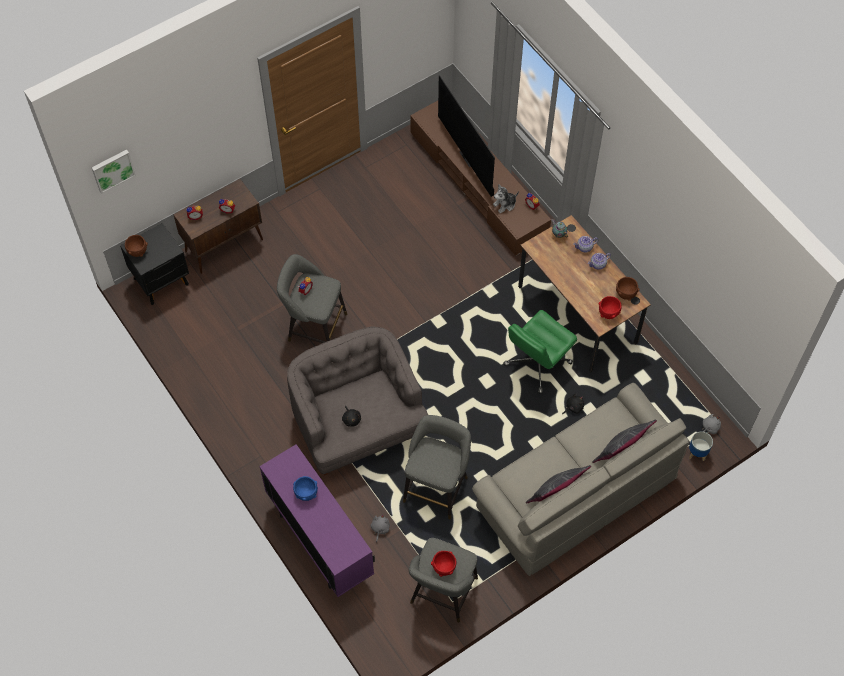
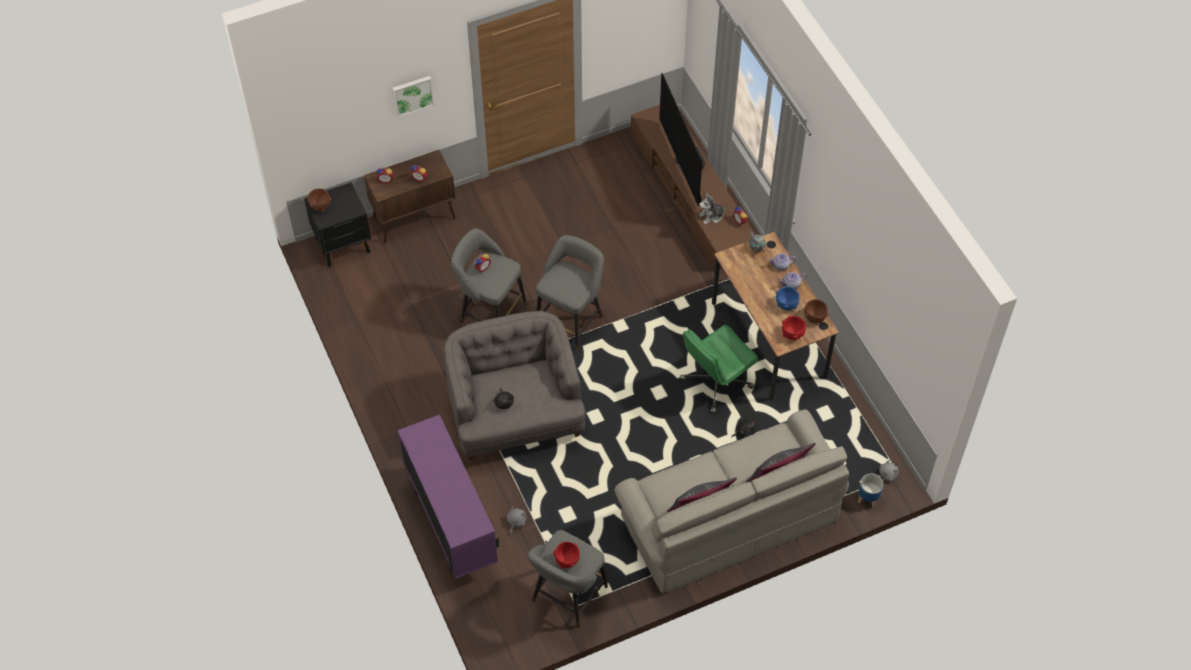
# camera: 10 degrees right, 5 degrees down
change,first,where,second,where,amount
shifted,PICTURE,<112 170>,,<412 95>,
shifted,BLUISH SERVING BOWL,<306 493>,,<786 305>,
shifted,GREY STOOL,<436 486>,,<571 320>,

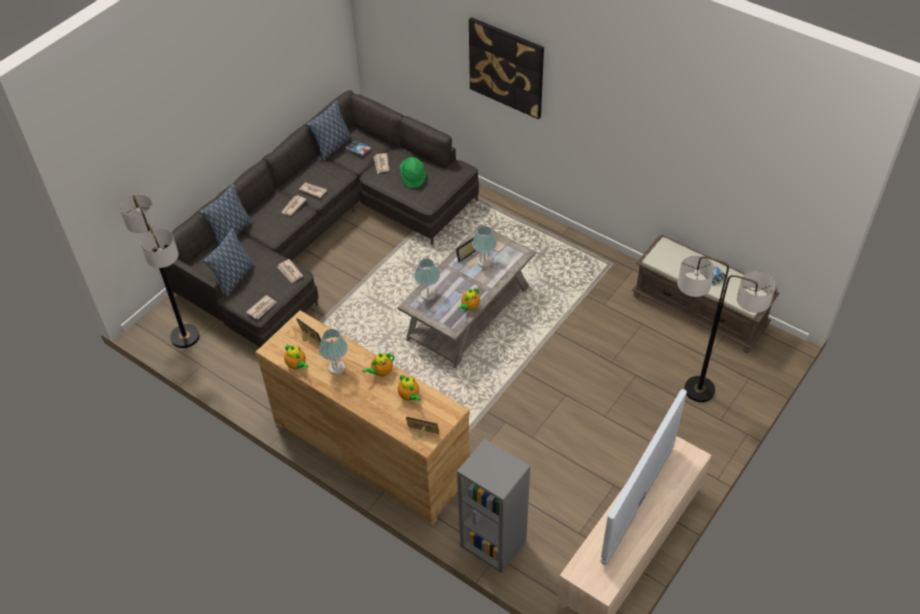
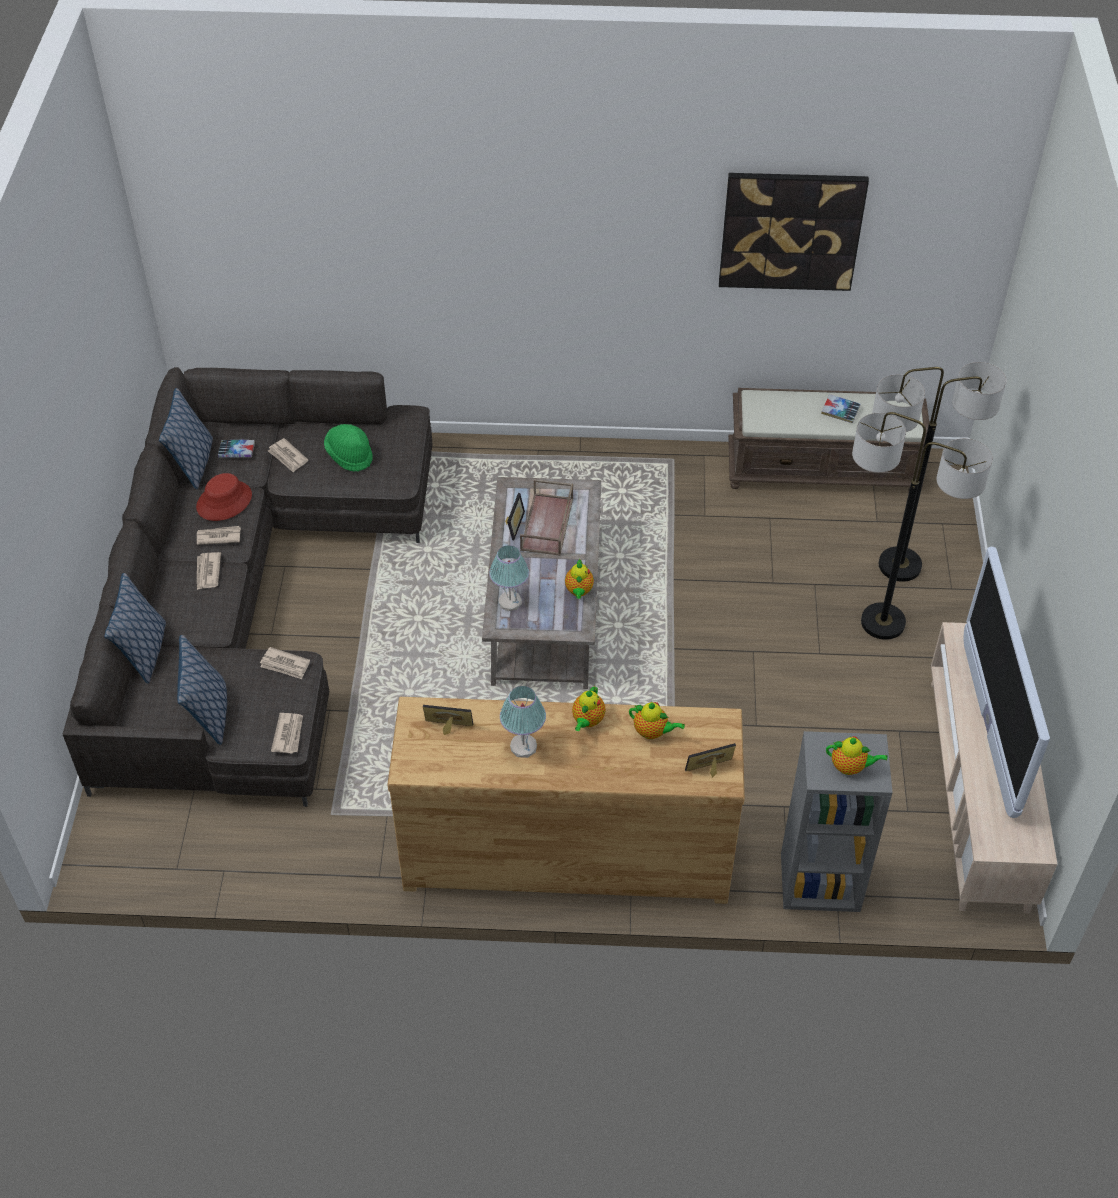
# camera: 35 degrees left, 0 degrees up
change,first,where,second,where,amount
shifted,STANDARD LAMP,<185 337>,,<883 622>,
shifted,TEA POT,<297 365>,,<850 767>,
shifted,PICTURE,<506 67>,,<791 230>,
swapped,TABLETOP LAMP,<484 263>,BROWN SERVING TRAY,<547 525>,
new,,,REDDISH WEARABLE HAT,<224 501>,

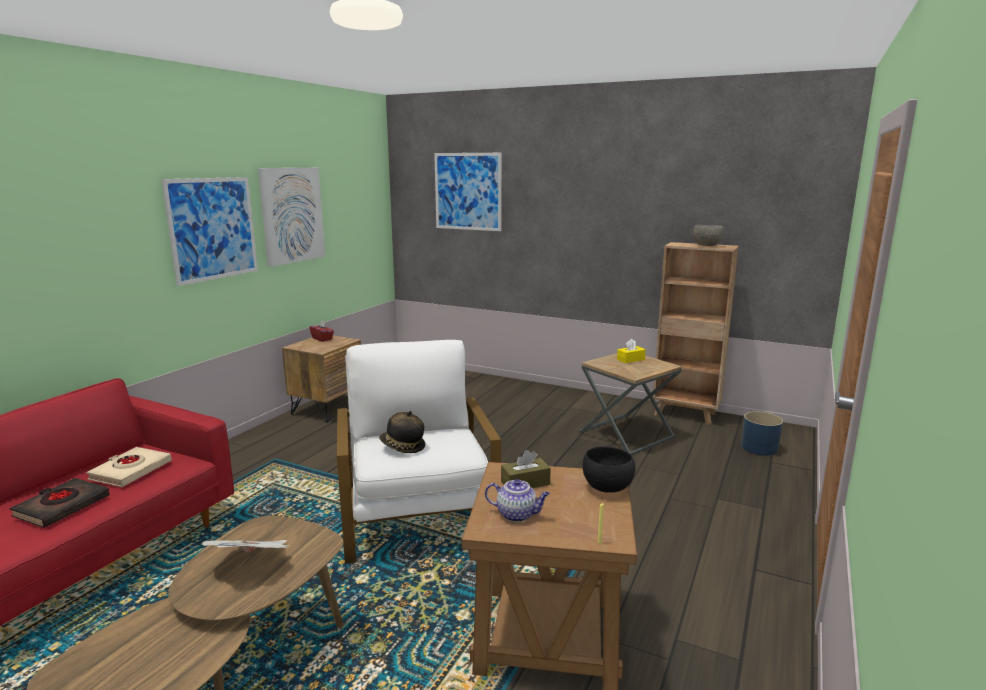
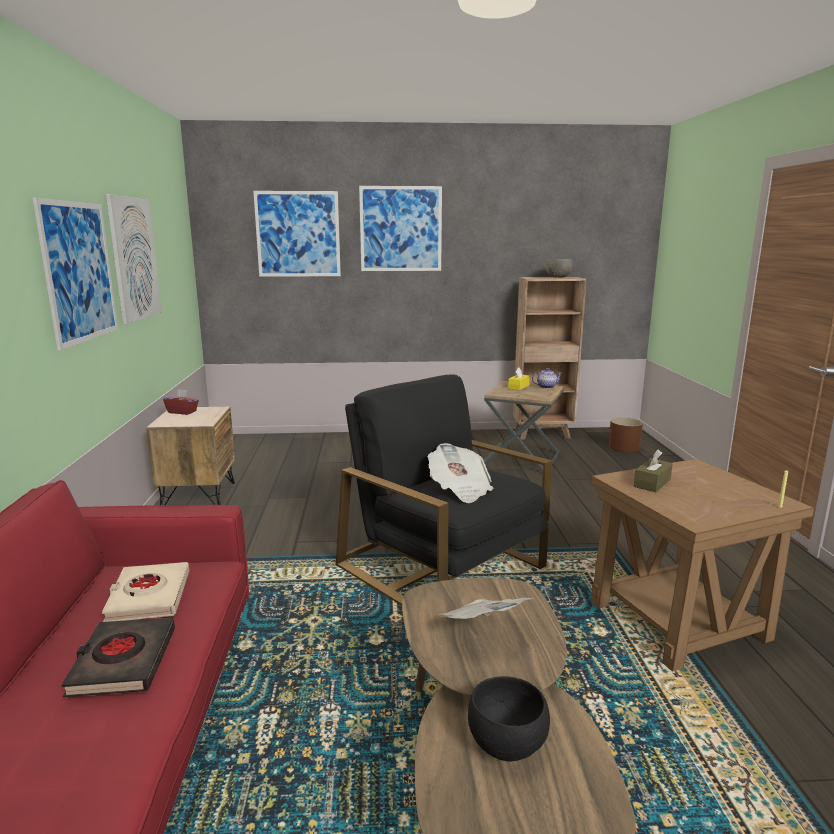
# camera: 30 degrees left, 0 degrees up
change,first,where,second,where,amount
repainted,WHITISH LOUNGE CHAIR,<418 515>,BLACKISH LOUNGE CHAIR,<443 566>,
swapped,WEARABLE HAT,<402 447>,NEWSPAPER,<460 489>,
shifted,TEA POT,<517 514>,,<546 387>,
shifted,BLACKISH SERVING BOWL,<608 488>,,<508 745>,
repainted,BLUISH PLANTER,<759 448>,BROWN PLANTER,<623 448>,
new,,,PICTURE,<401 229>,

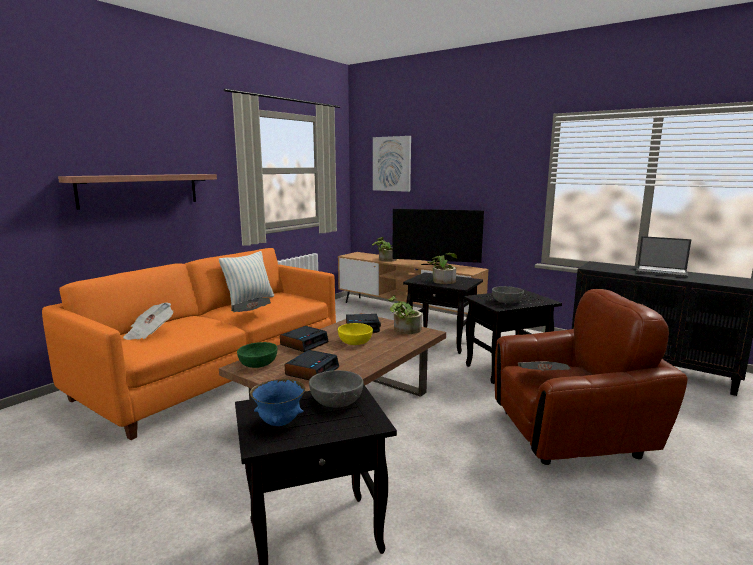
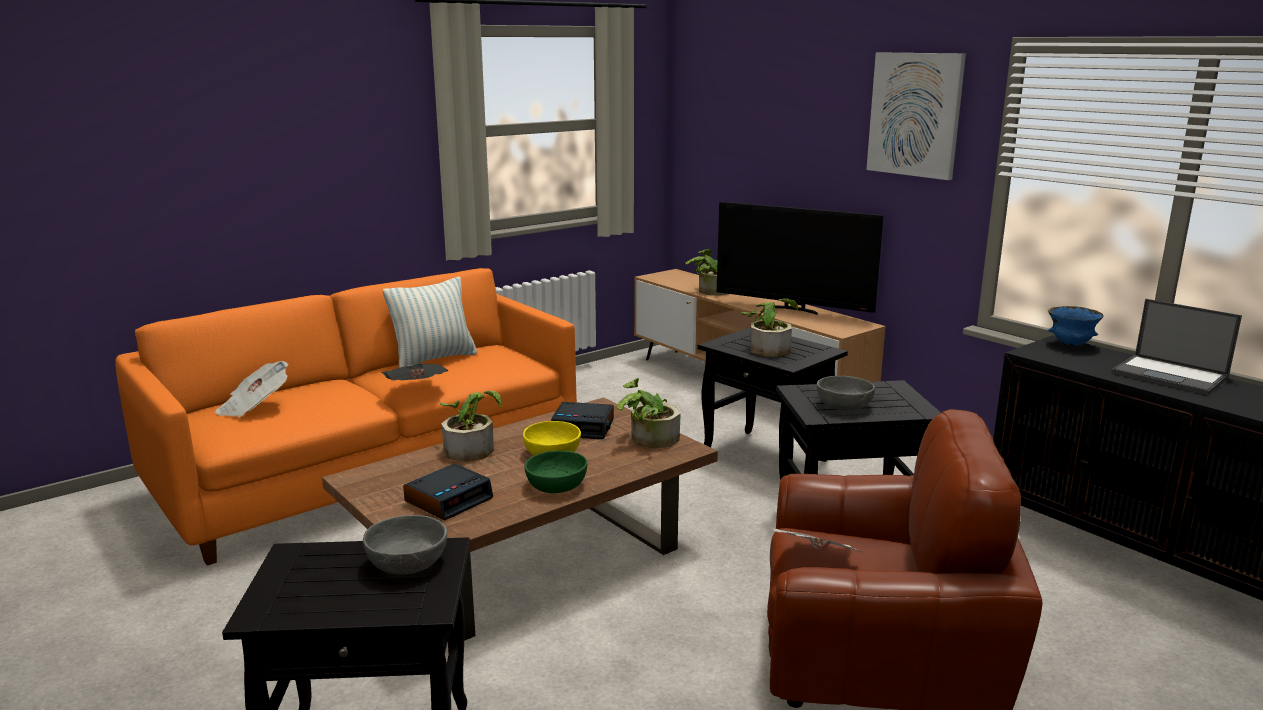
# camera: 15 degrees right, 5 degrees up
change,first,where,second,where,amount
gone,WALL SHELF,<140 190>,,,
shifted,GREEN SERVING BOWL,<258 363>,,<556 486>,
shifted,BLUISH SERVING BOWL,<279 423>,,<1070 344>,
swapped,BEDSIDE CLOCK,<304 343>,PLANT IN A POT,<472 448>,
shifted,PICTURE,<392 164>,,<915 114>,

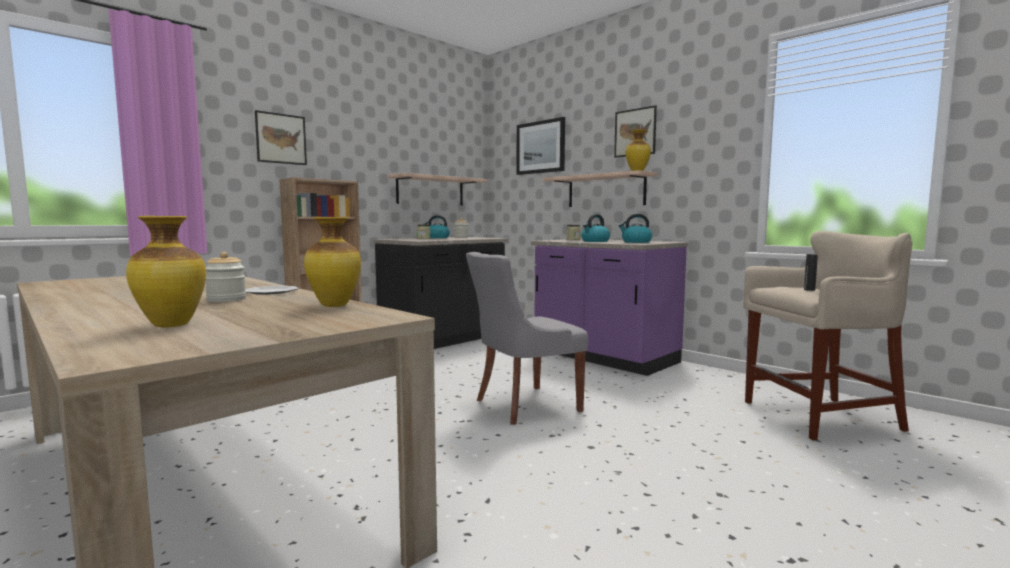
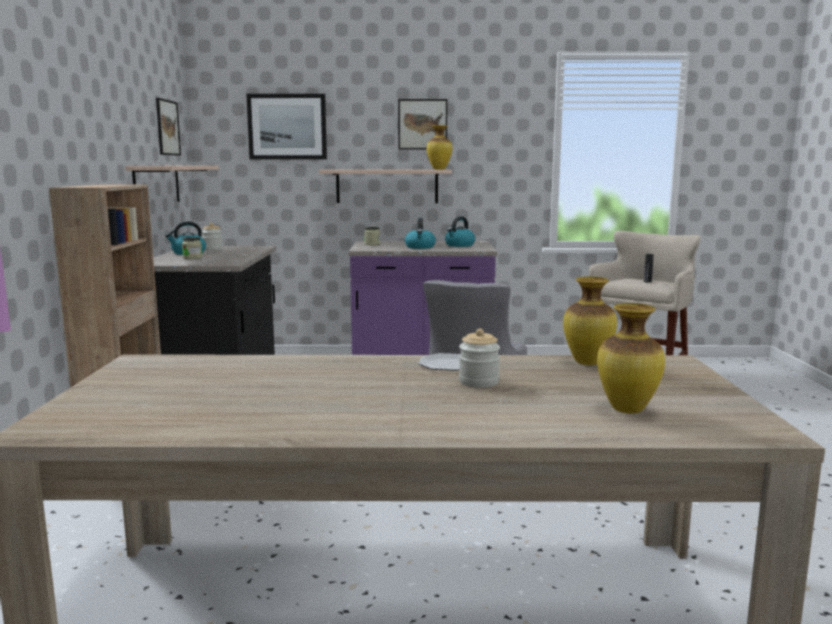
# camera: 45 degrees left, 5 degrees up
change,first,where,second,where,amount
shifted,PICTURE,<281 138>,,<167 127>,

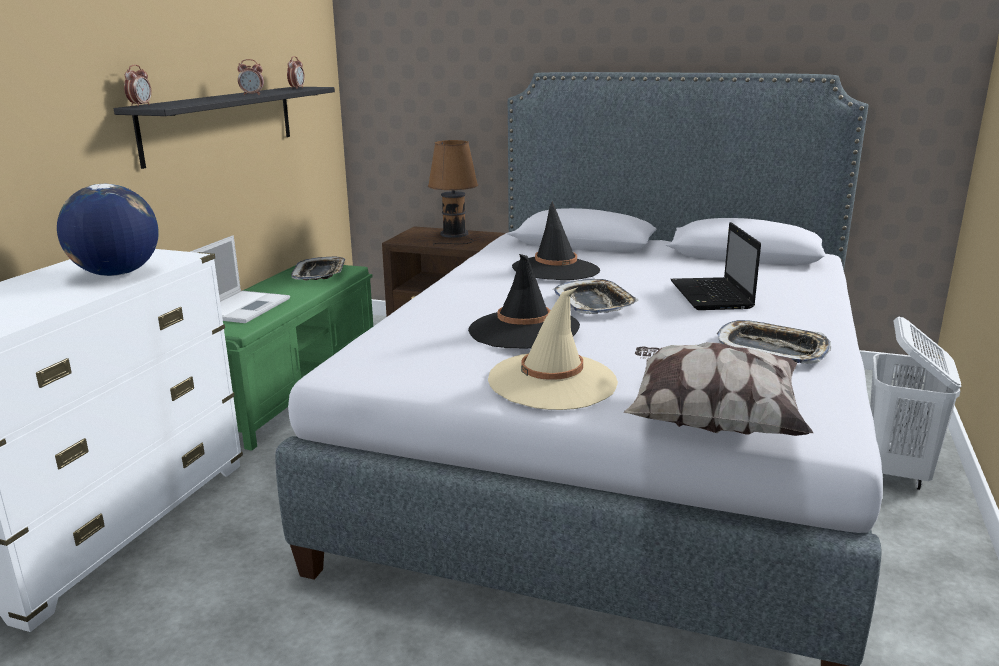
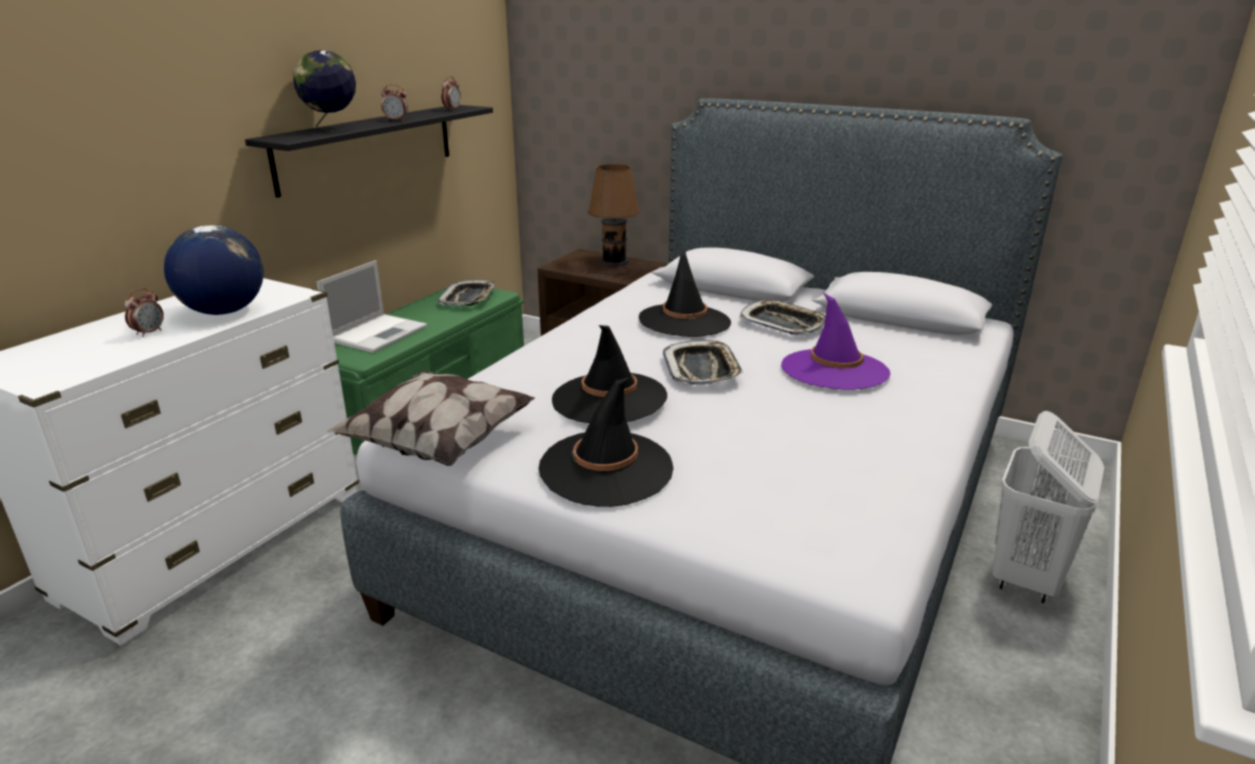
# camera: 10 degrees right, 5 degrees up
change,first,where,second,where,amount
shifted,BEDSIDE CLOCK,<140 105>,,<149 333>,
repainted,BEIGE-COLOURED WEARABLE HAT,<552 381>,BLACKISH WEARABLE HAT,<606 468>,
shifted,THROW PILLOW,<710 420>,,<439 443>,
swapped,LAPTOP,<712 296>,PURPLE WEARABLE HAT,<834 370>,
shifted,SERVING TRAY,<771 349>,,<783 324>,
new,,,DESK GLOBE,<332 129>,

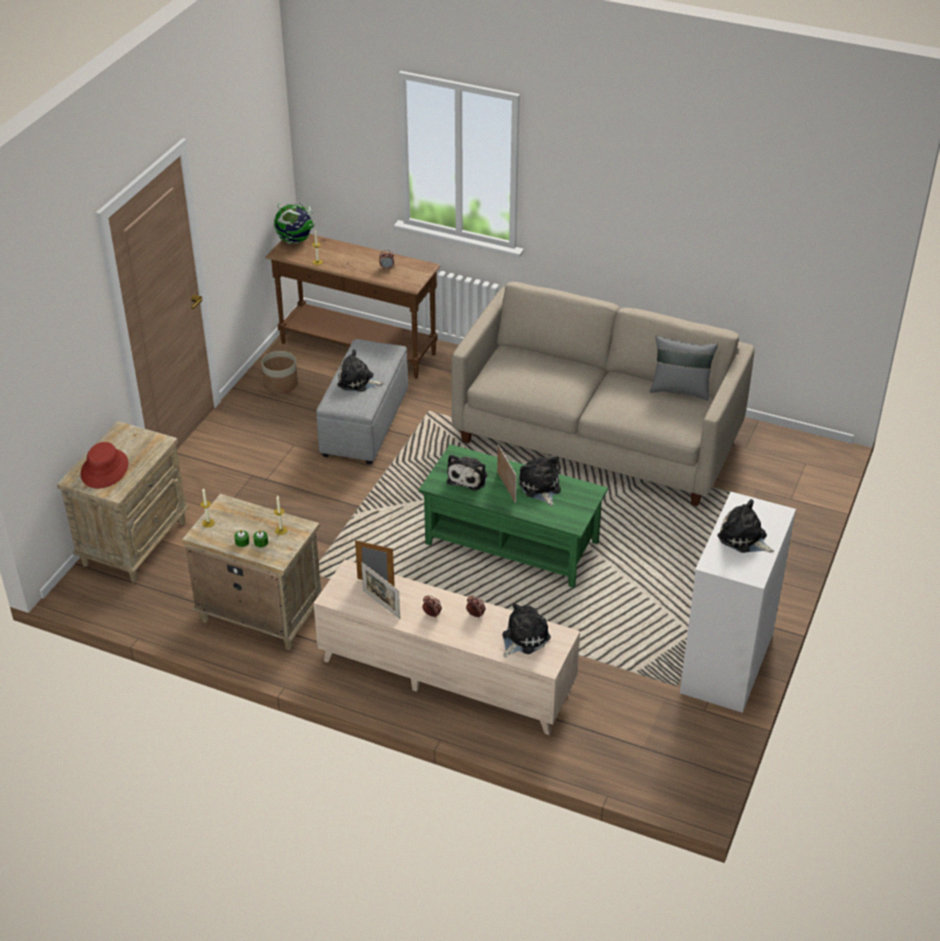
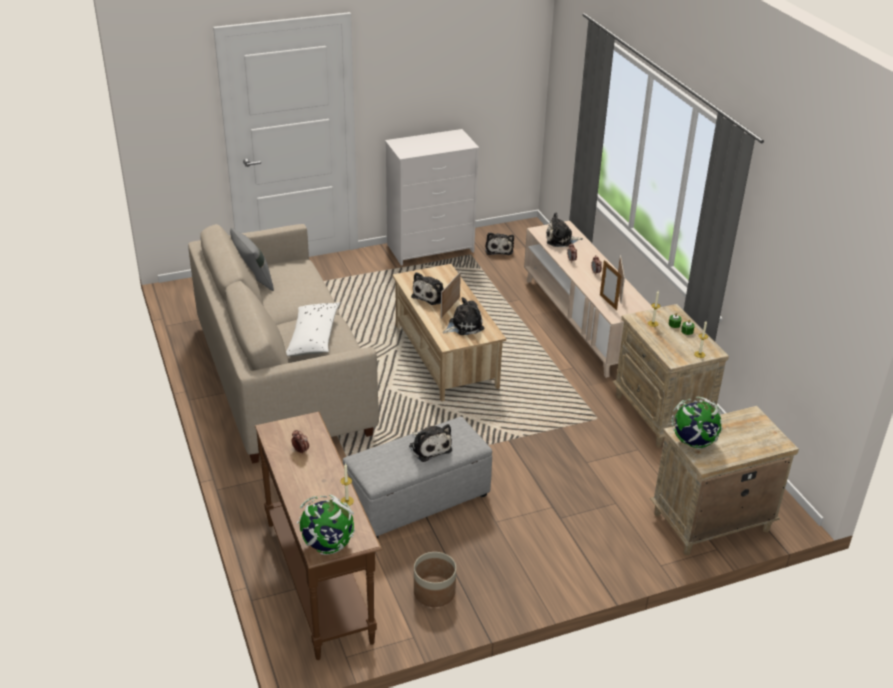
# camera: 135 degrees left, 5 degrees down
change,first,where,second,where,amount
gone,REDDISH WEARABLE HAT,<105 469>,,,
repainted,GREEN COFFEE TABLE,<512 543>,BEIGE-COLOURED COFFEE TABLE,<445 356>,
shifted,CUDDLY TOY,<744 538>,,<499 249>,
new,,,WHITISH THROW PILLOW,<313 337>,
new,,,DESK GLOBE,<693 442>,

